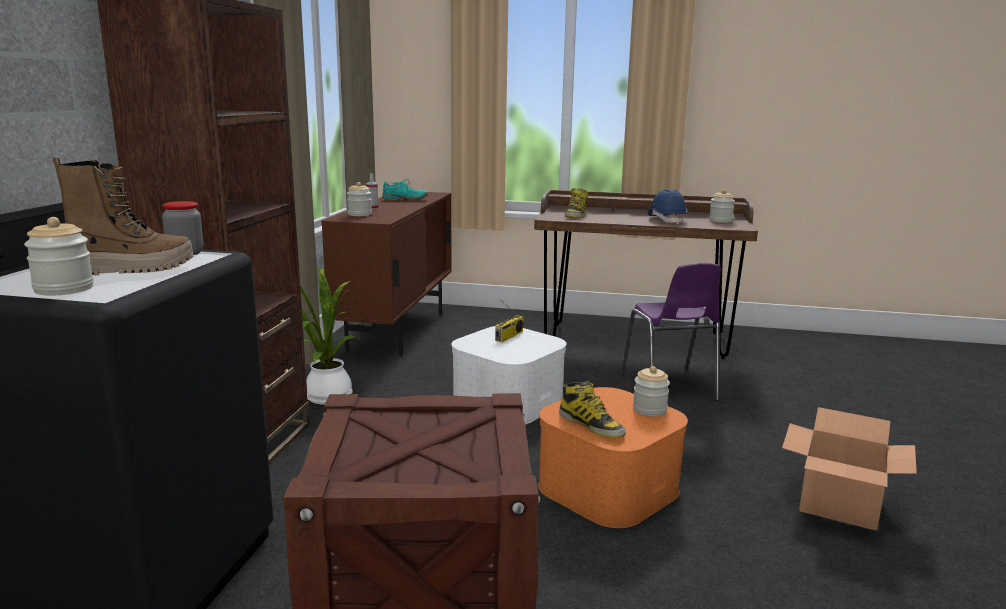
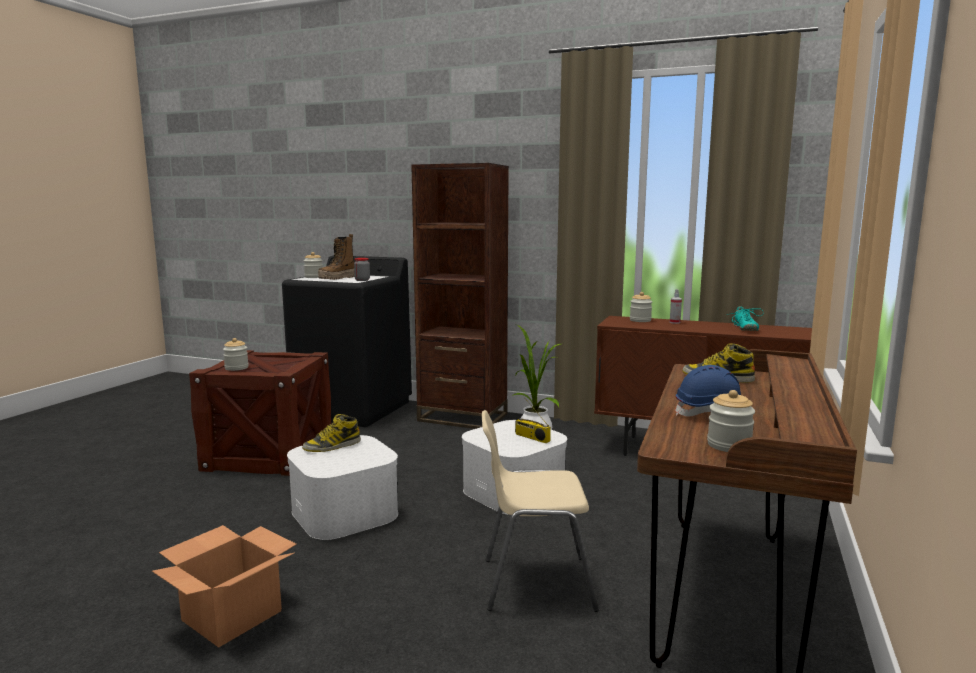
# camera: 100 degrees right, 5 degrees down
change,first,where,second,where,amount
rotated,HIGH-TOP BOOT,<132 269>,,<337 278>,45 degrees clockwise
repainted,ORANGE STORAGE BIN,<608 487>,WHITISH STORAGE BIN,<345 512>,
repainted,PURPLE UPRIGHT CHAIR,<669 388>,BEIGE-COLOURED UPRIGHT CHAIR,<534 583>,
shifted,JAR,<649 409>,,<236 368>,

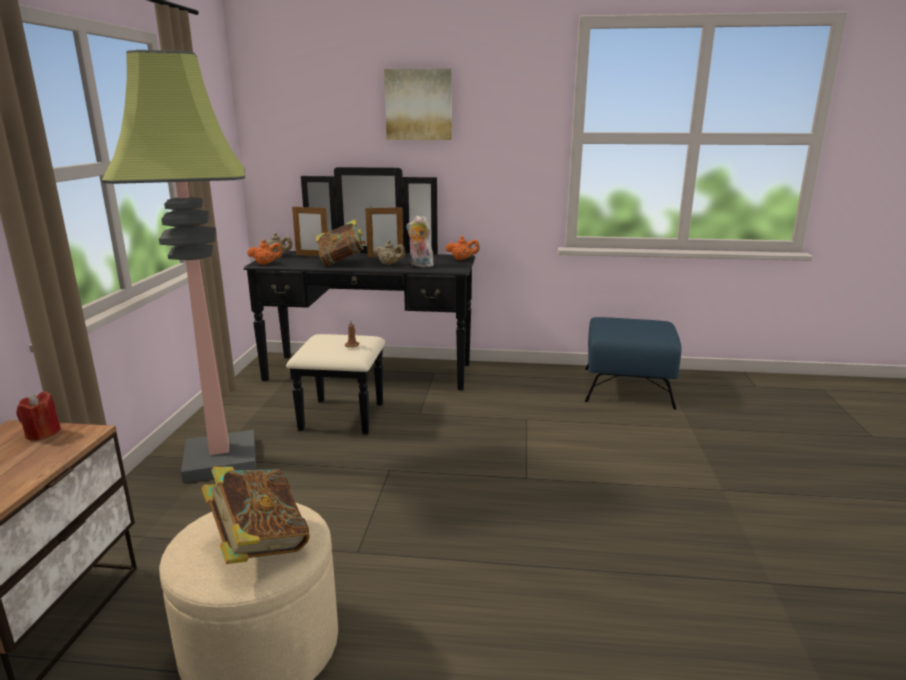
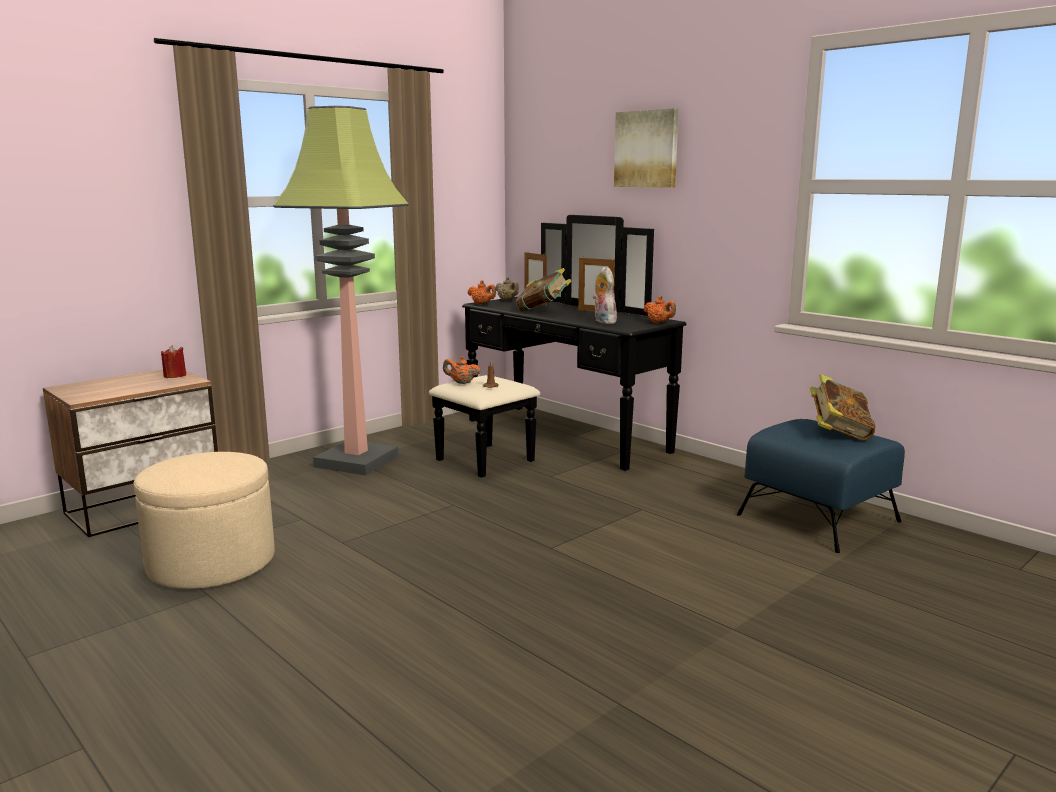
# camera: 40 degrees right, 5 degrees down
change,first,where,second,where,amount
shifted,BOUND BOOK,<259 544>,,<838 433>,
gone,BEIGE-COLOURED TEA POT,<389 264>,,,
new,,,ORANGE TEA POT,<461 383>,

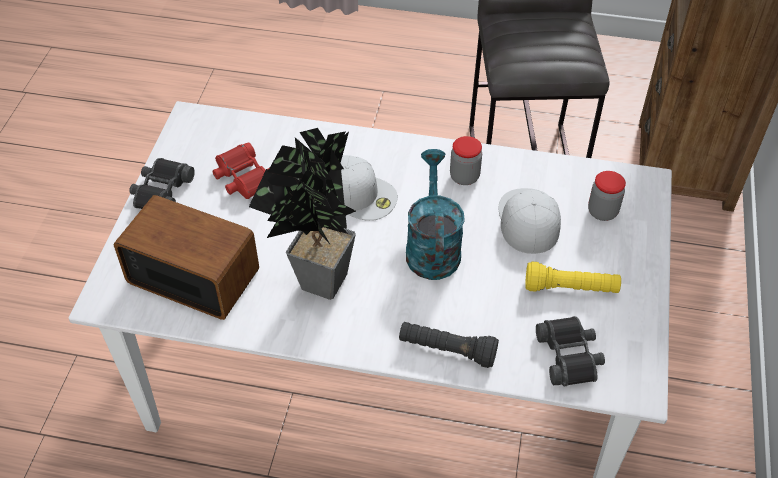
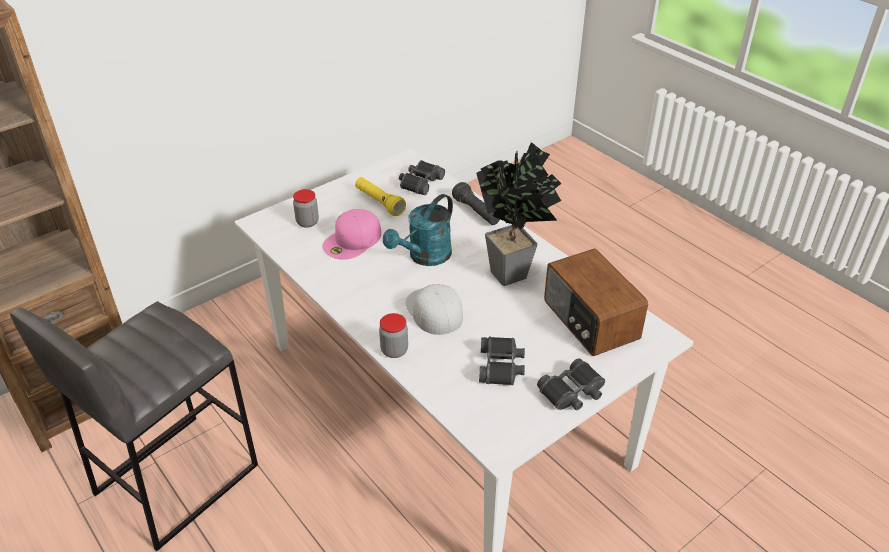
# camera: 140 degrees left, 10 degrees down
change,first,where,second,where,amount
repainted,REDDISH PAIR OF BINOCULARS,<243 178>,BLACKISH PAIR OF BINOCULARS,<501 366>,
shifted,JAR,<464 177>,,<394 350>,
repainted,WHITISH BASEBALL CAP,<527 219>,PINKISH BASEBALL CAP,<352 240>,

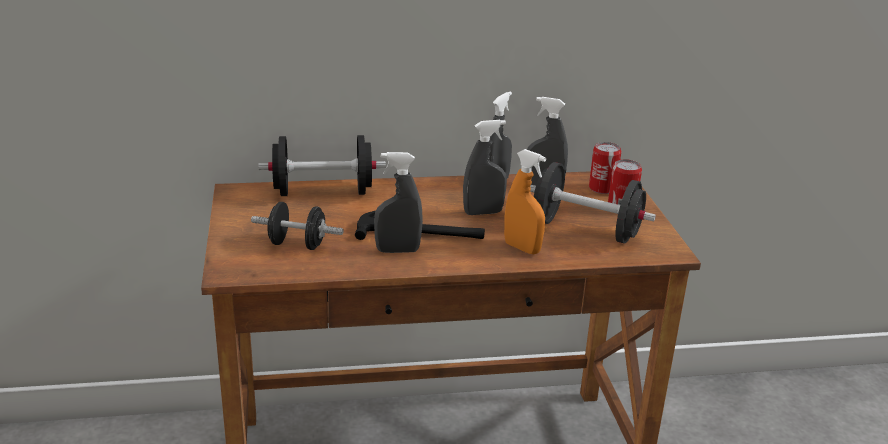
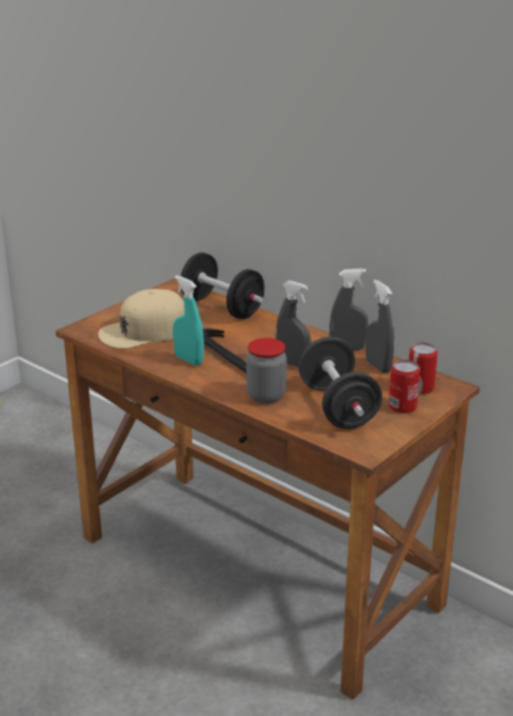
# camera: 50 degrees right, 0 degrees up
change,first,where,second,where,amount
swapped,BLACKISH DUMBBELL,<297 244>,BEIGE-COLOURED BASEBALL CAP,<143 331>,
repainted,GREY SPRAY BOTTLE,<397 250>,TURQUOISE-COLOURED SPRAY BOTTLE,<189 360>,
swapped,ORANGE SPRAY BOTTLE,<522 248>,JAR,<266 396>,

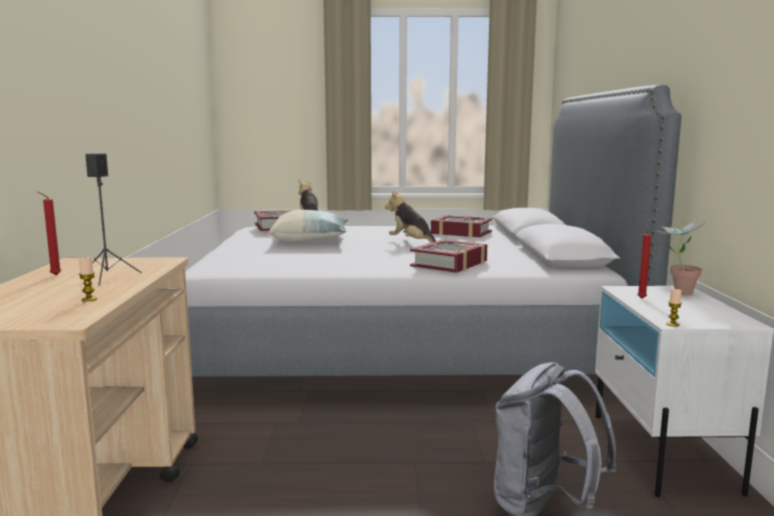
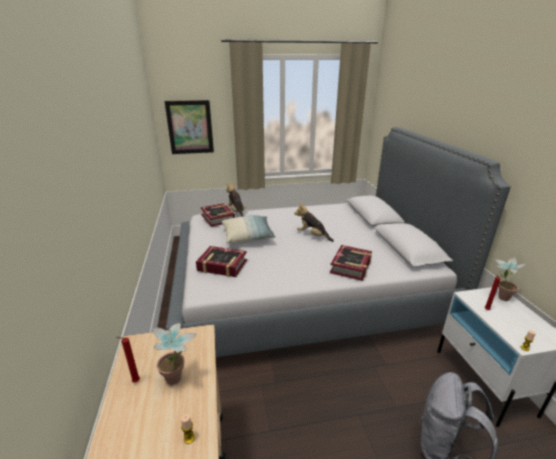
# camera: 10 degrees left, 15 degrees up
change,first,where,second,where,amount
swapped,BLACKISH LOUDSPEAKER,<108 277>,PLANT IN A POT,<178 380>,
shifted,BOUND BOOK,<461 233>,,<222 266>,
new,,,PICTURE,<190 127>,

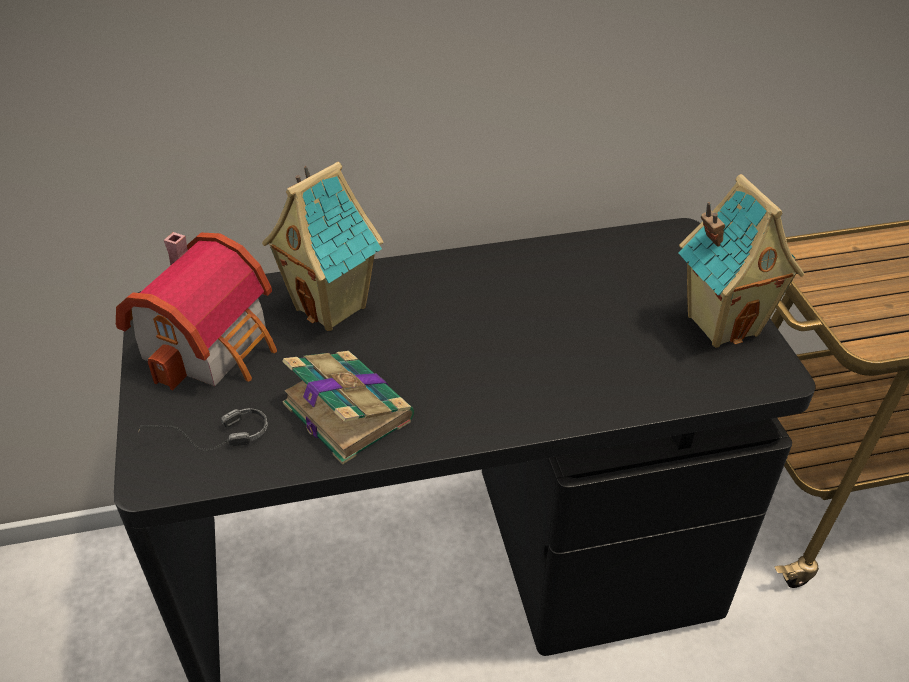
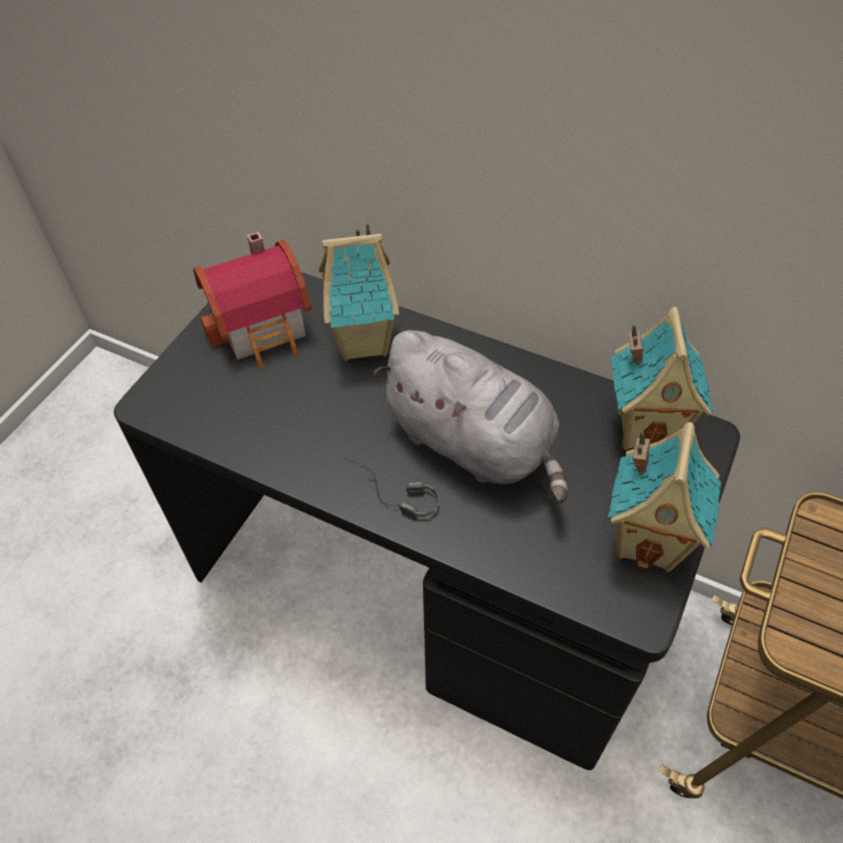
# camera: 40 degrees right, 10 degrees up
change,first,where,second,where,amount
shifted,HEADPHONES,<208 442>,,<388 496>,
gone,BOUND BOOK,<346 410>,,,
new,,,GREY CUDDLY TOY,<474 444>,
new,,,MINIATURE HOUSE,<645 429>,

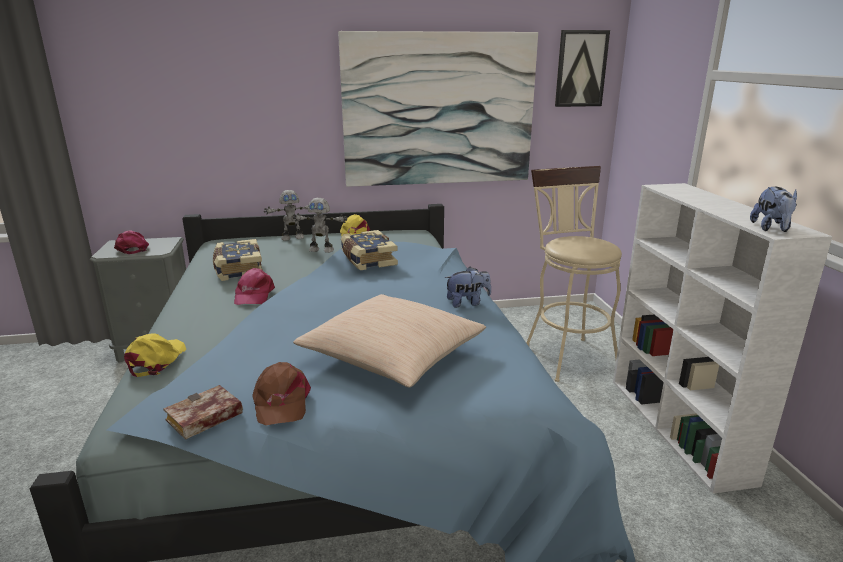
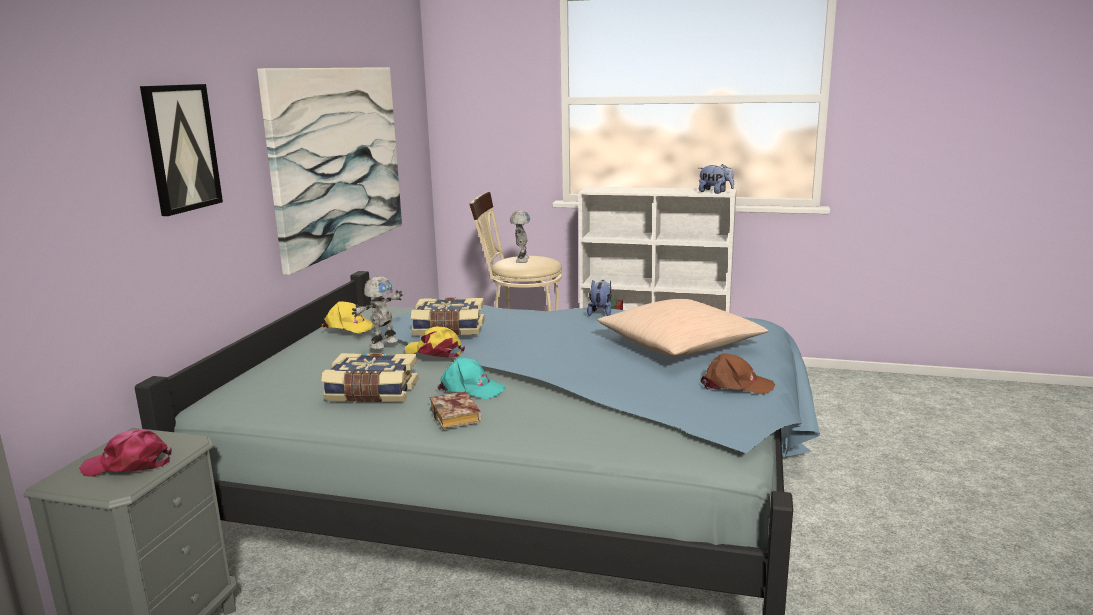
# camera: 65 degrees left, 5 degrees down
change,first,where,second,where,amount
shifted,YELLOW BASEBALL CAP,<156 360>,,<435 352>,
shifted,BOUND BOOK,<203 419>,,<457 416>,
repainted,PINKISH BASEBALL CAP,<253 295>,TURQUOISE-COLOURED BASEBALL CAP,<471 389>,
shifted,TOY ROBOT,<292 238>,,<521 260>,
shifted,PICTURE,<581 69>,,<181 148>,

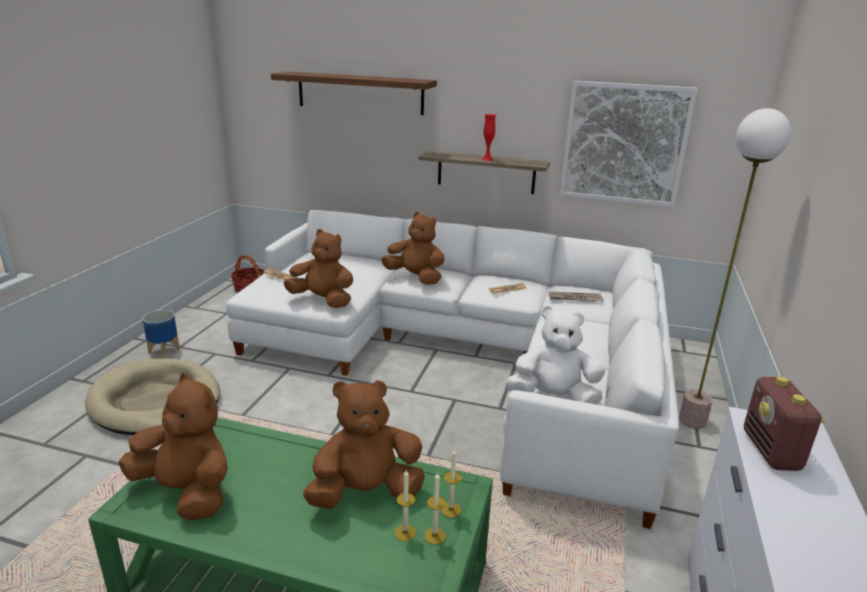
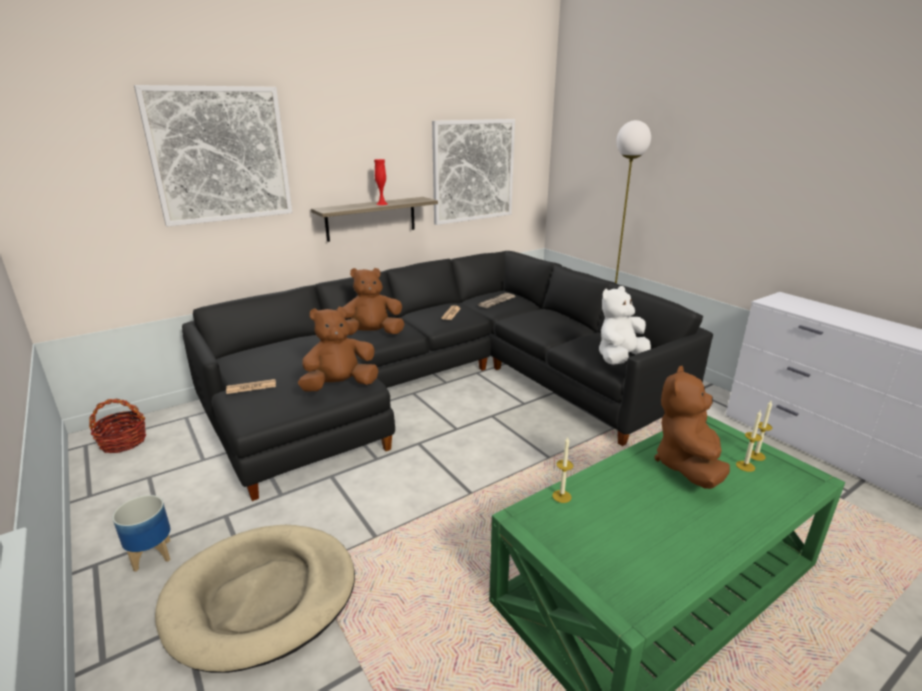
# camera: 50 degrees left, 0 degrees up
change,first,where,second,where,amount
gone,BROWN CUDDLY TOY,<187 492>,,,
repainted,WHITISH SOFA,<465 356>,BLACKISH SOFA,<441 386>,
swapped,WALL SHELF,<360 93>,PICTURE,<220 155>,
shifted,WAX CANDLE,<451 510>,,<561 496>,
gone,RADIO SET,<771 451>,,,

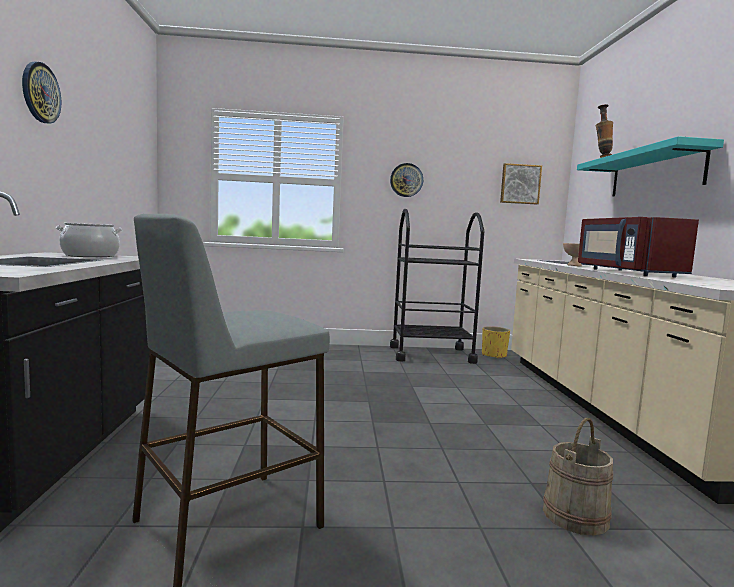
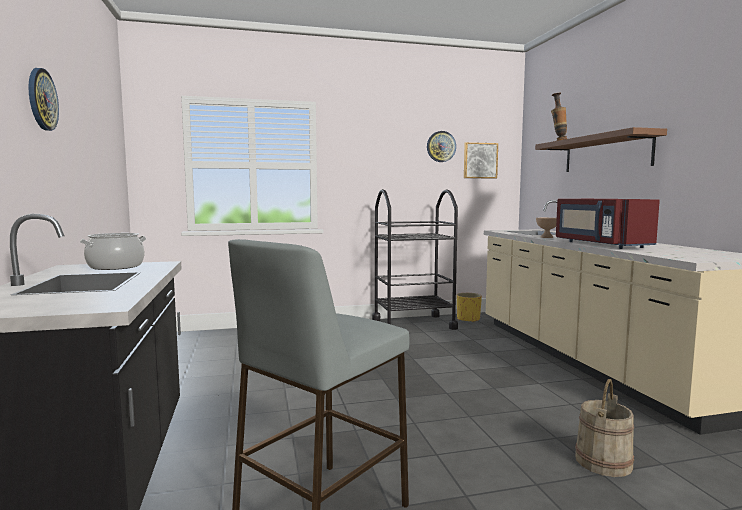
# camera: 10 degrees left, 0 degrees up
change,first,where,second,where,amount
shifted,CLOCK ON THE WALL,<406 180>,,<441 146>,
repainted,TURQUOISE-COLOURED WALL SHELF,<655 173>,BROWN WALL SHELF,<606 153>,

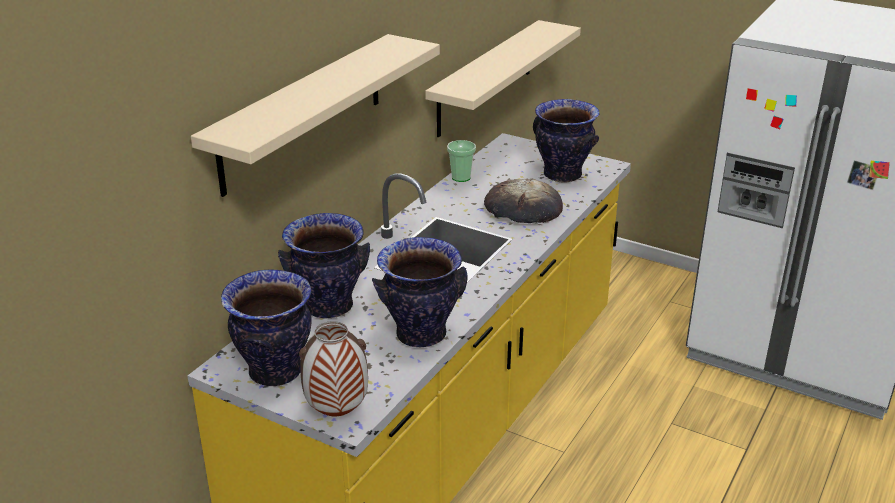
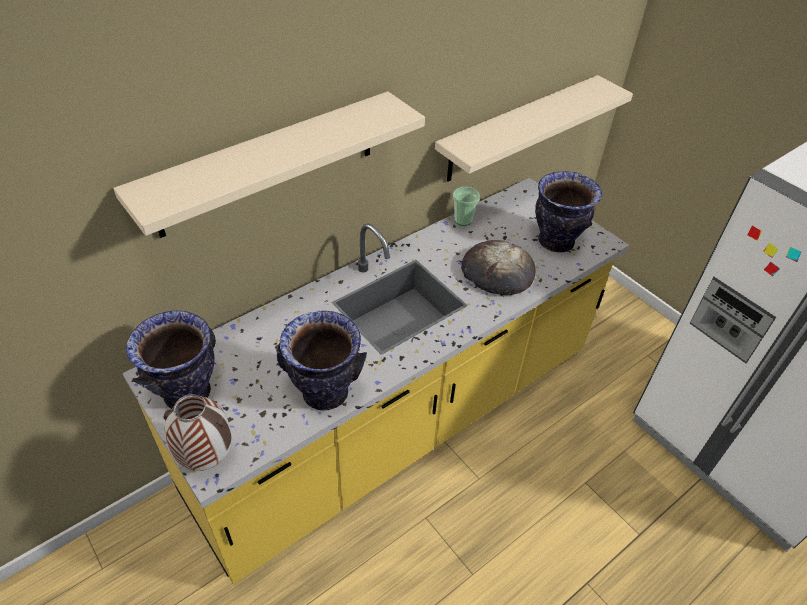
# camera: 20 degrees right, 15 degrees up
change,first,where,second,where,amount
gone,DECORATIVE VASE,<329 306>,,,

